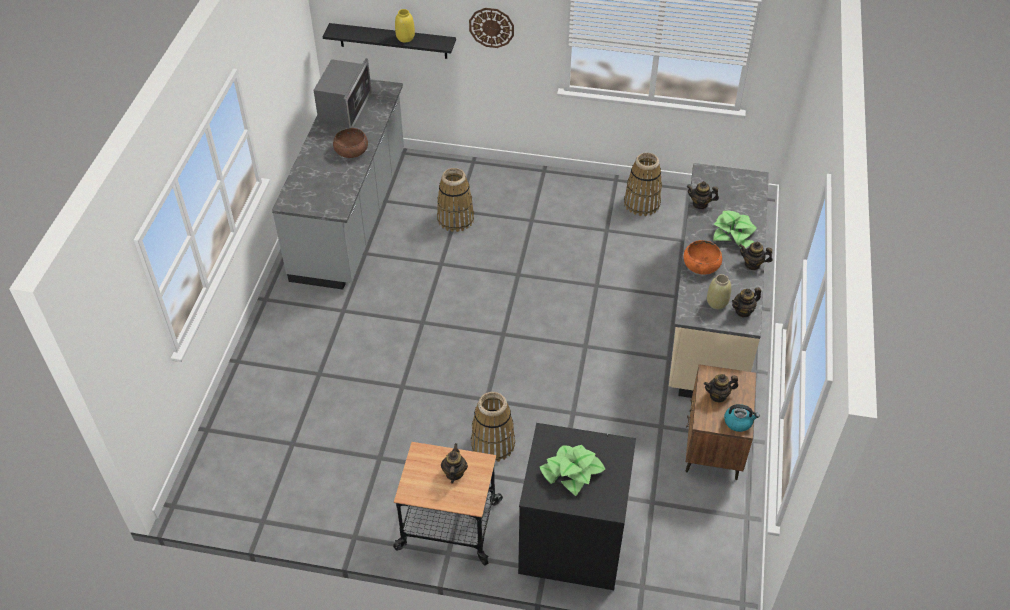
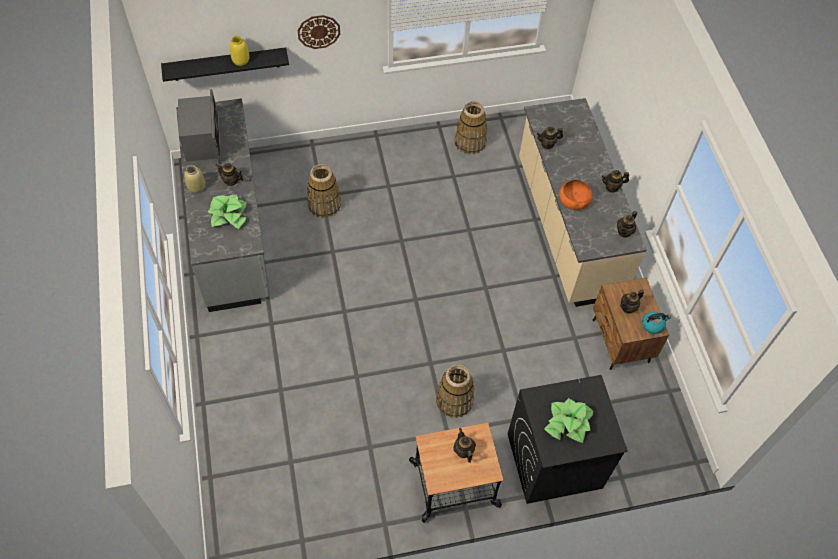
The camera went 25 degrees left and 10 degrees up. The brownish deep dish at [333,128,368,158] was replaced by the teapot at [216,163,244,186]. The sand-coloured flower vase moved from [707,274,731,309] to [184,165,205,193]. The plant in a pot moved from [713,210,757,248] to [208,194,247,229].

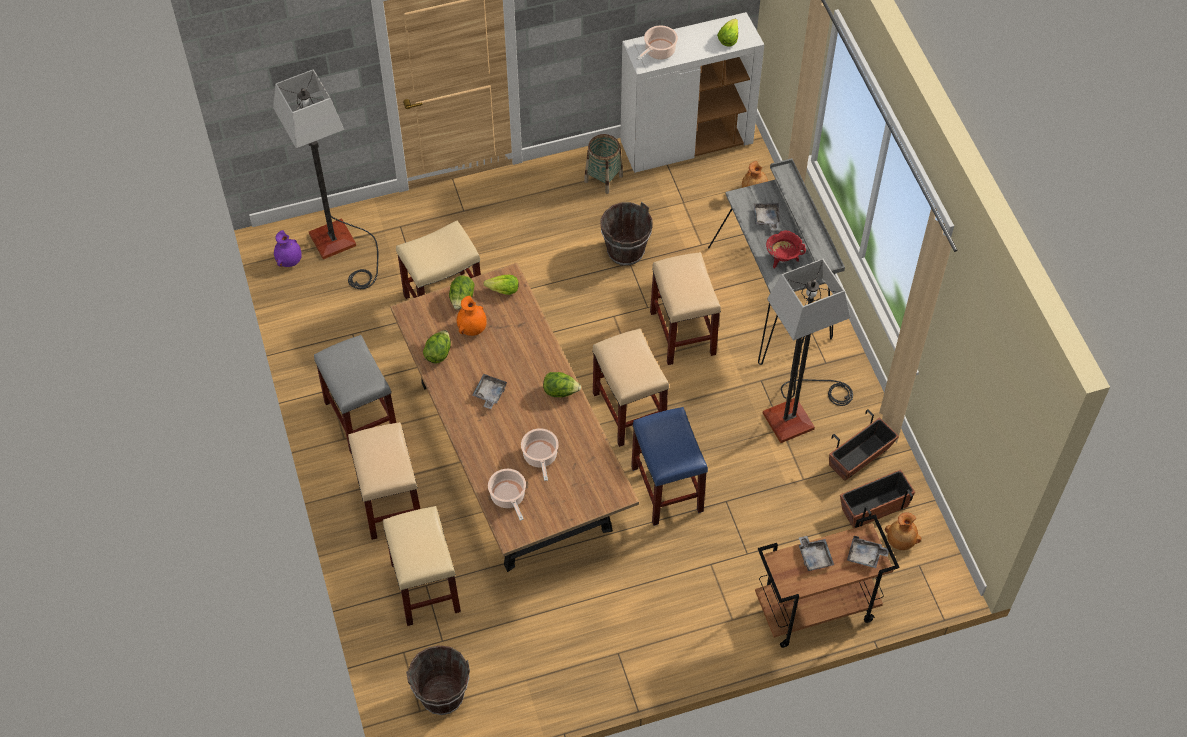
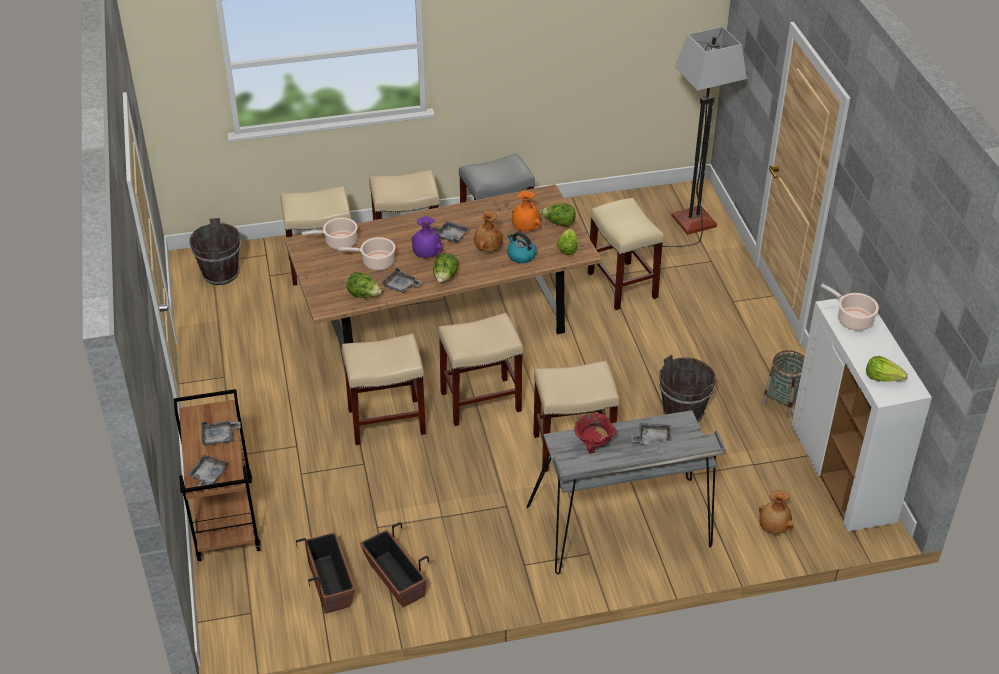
The camera went 95 degrees right and 15 degrees down. The purple-coloured flower vase moved from [274,230,302,267] to [411,216,443,258]. The lettuce moved from [423,330,451,364] to [347,272,382,298]. The blue stool seat at [631,407,708,526] became the sand-coloured stool seat at [342,334,426,446]. The floor lamp at [763,259,853,443] disappeared. The brownish flower vase moved from [885,512,921,550] to [474,210,503,252]. The greyish serving tray at [381,268,422,293] appeared. The kettle at [507,232,537,263] appeared.

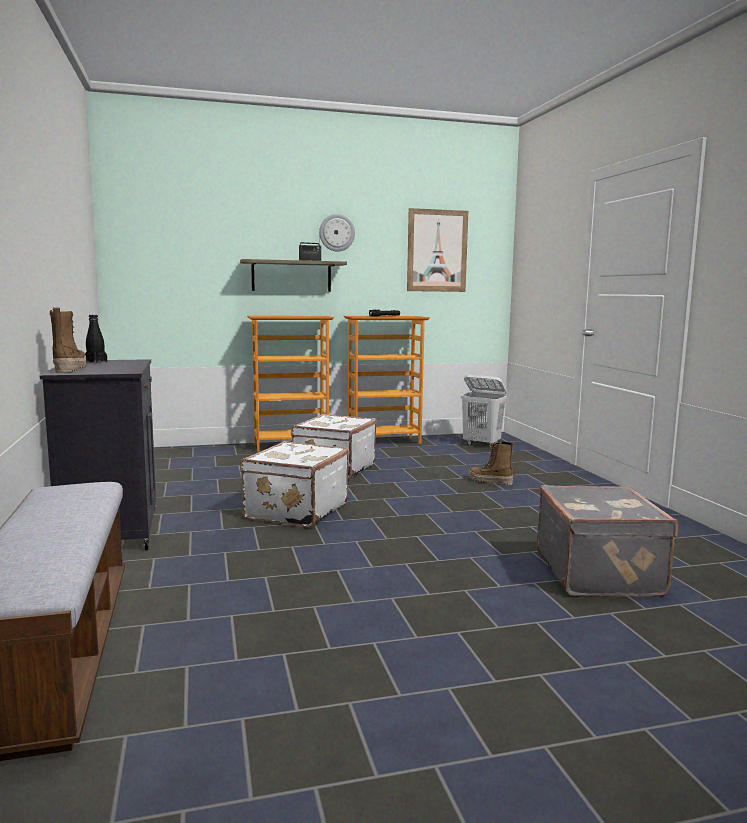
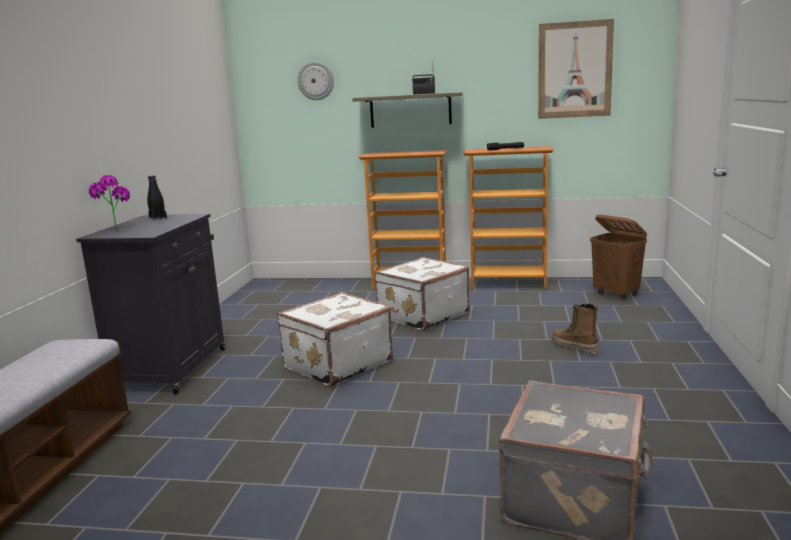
The camera went 25 degrees right and 5 degrees up. The tall boot at [50,307,87,373] was replaced by the plant in a pot at [88,175,130,231]. The wall clock moved from [319,214,355,252] to [298,61,334,100]. The whitish hamper at [461,375,507,447] became the brownish hamper at [590,215,647,300].

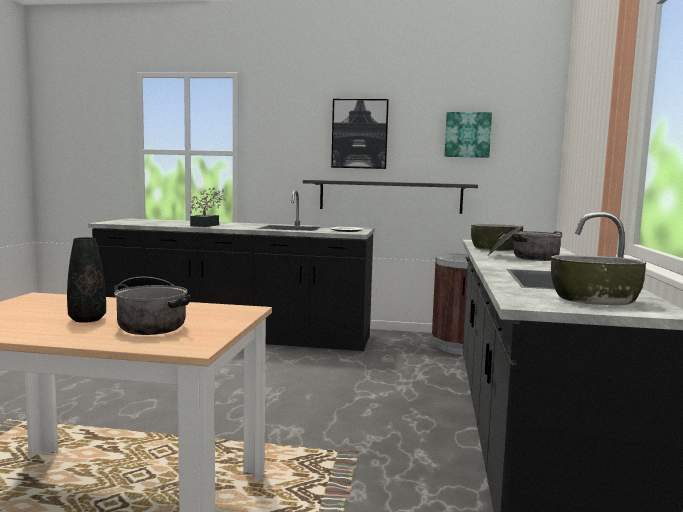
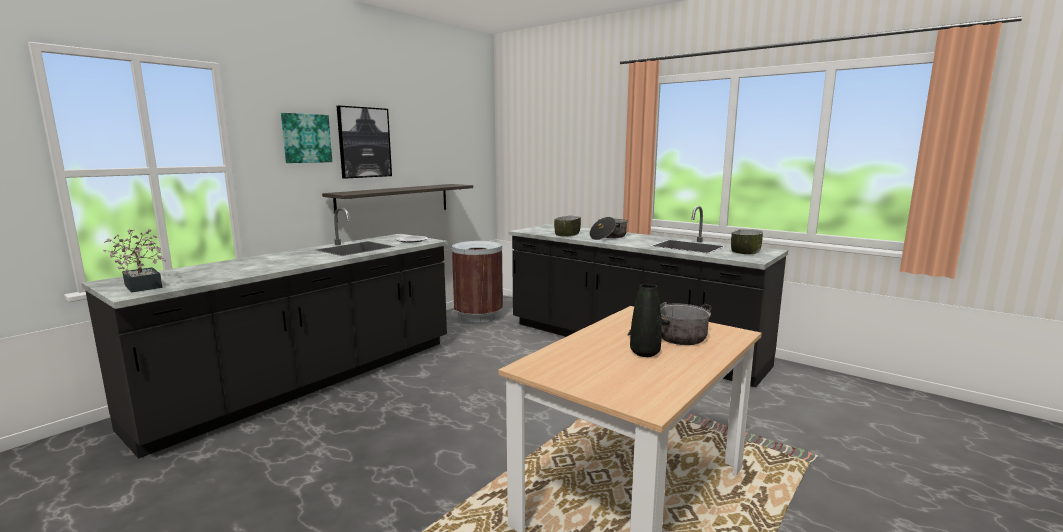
The camera went 60 degrees left and 5 degrees up. The plant in a pot moved from [189,188,225,227] to [103,229,166,293]. The picture moved from [444,112,492,158] to [281,113,332,163].

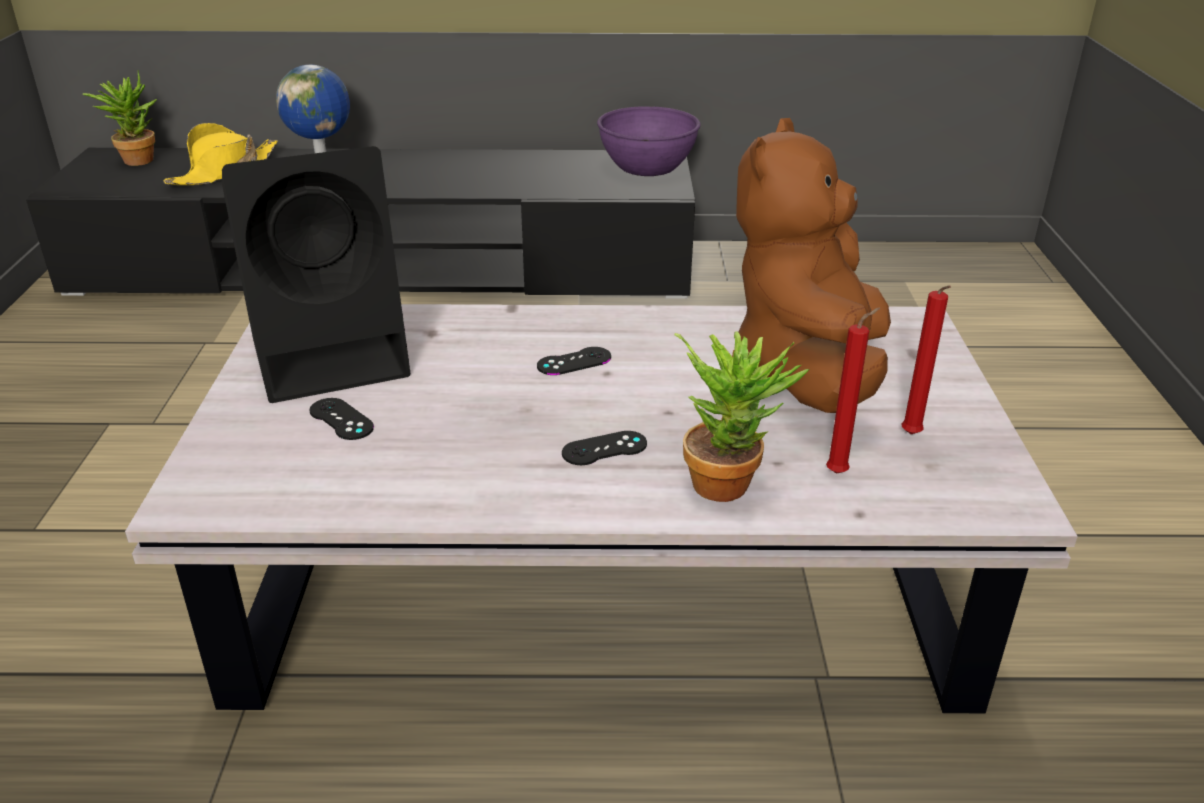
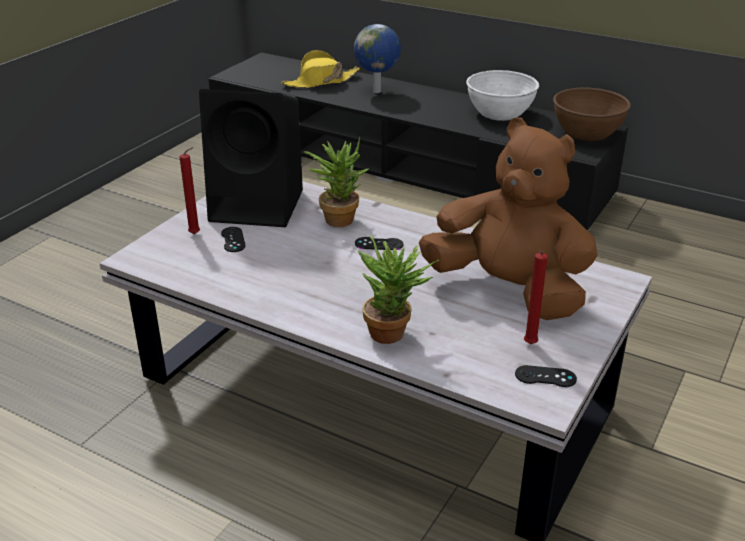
The camera went 30 degrees right and 0 degrees up. The plant in a pot moved from [83,70,157,166] to [304,137,369,227]. The black game controller moved from [562,431,647,465] to [515,365,577,387]. The purple-coloured deep dish at [597,106,701,176] became the brownish deep dish at [553,88,631,141]. The brownish cuddly toy at [732,118,891,413] turned 75 degrees clockwise. The red wax light moved from [826,308,880,474] to [180,147,200,234]. The whitish deep dish at [466,70,539,121] appeared.

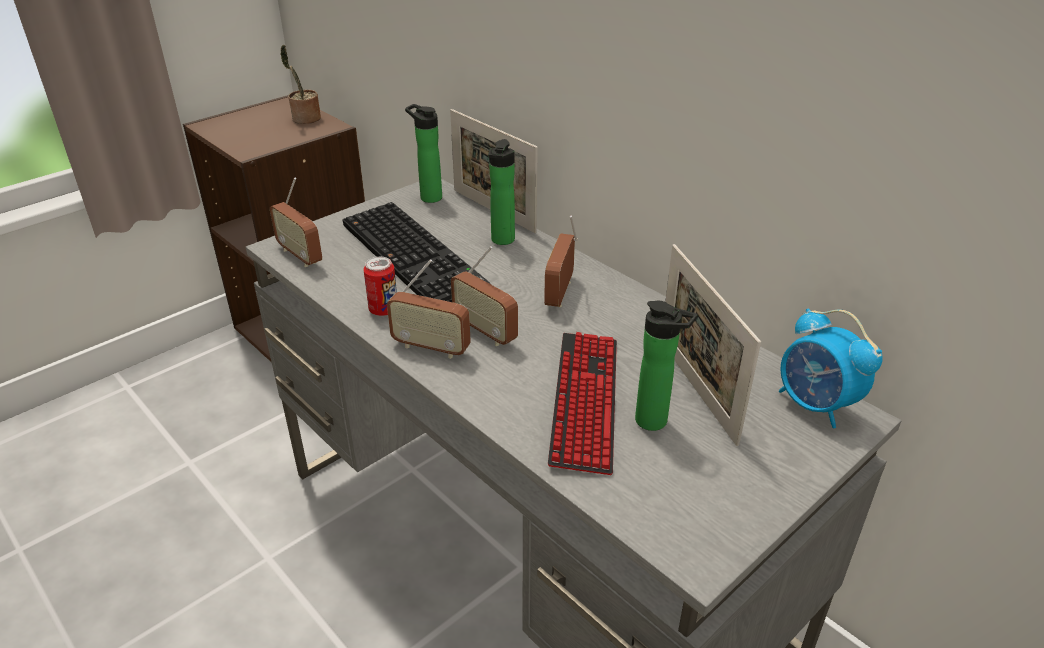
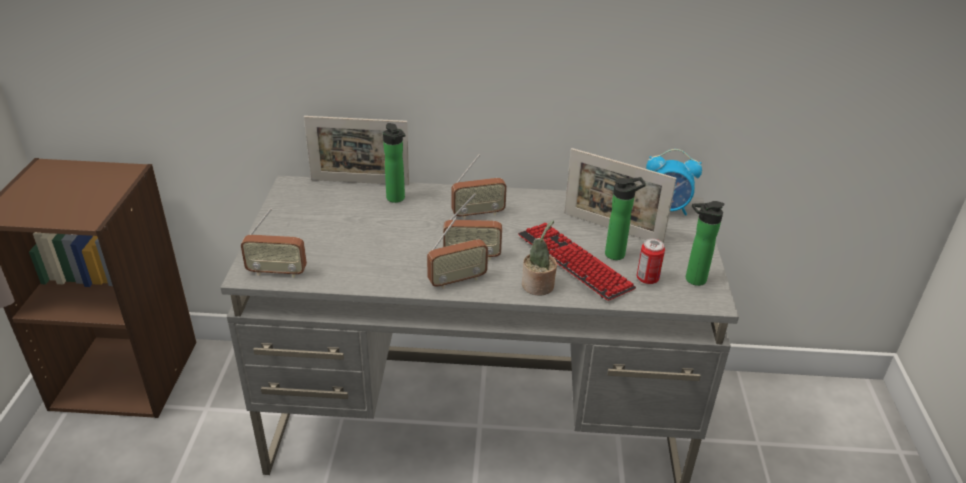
The camera went 45 degrees left and 0 degrees up. The plant in a pot moved from [280,45,321,124] to [522,220,557,296]. The PC keyboard at [342,202,490,302] disappeared. The metal can moved from [363,257,397,316] to [637,239,665,284]. The bottle moved from [405,104,442,203] to [686,201,725,286]. The radio set at [544,215,578,307] turned 75 degrees counterclockwise.

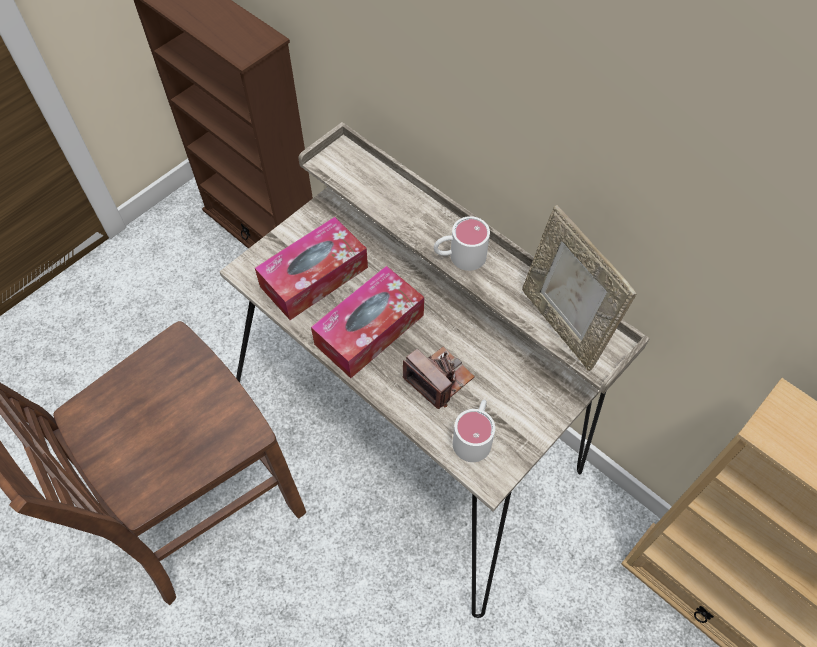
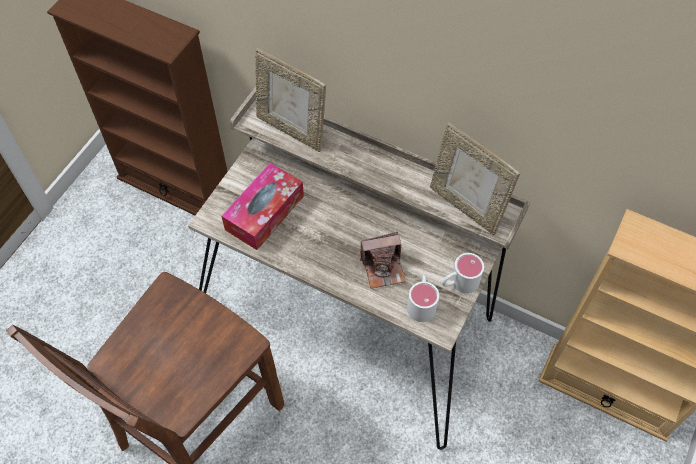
The camera went 15 degrees left and 0 degrees up. The tissue box at [311,266,424,378] disappeared. The photo camera at [402,347,475,409] turned 135 degrees clockwise. The whitish coffee mug moved from [434,216,490,271] to [442,253,484,293]. The standing frame at [256,48,326,152] appeared.

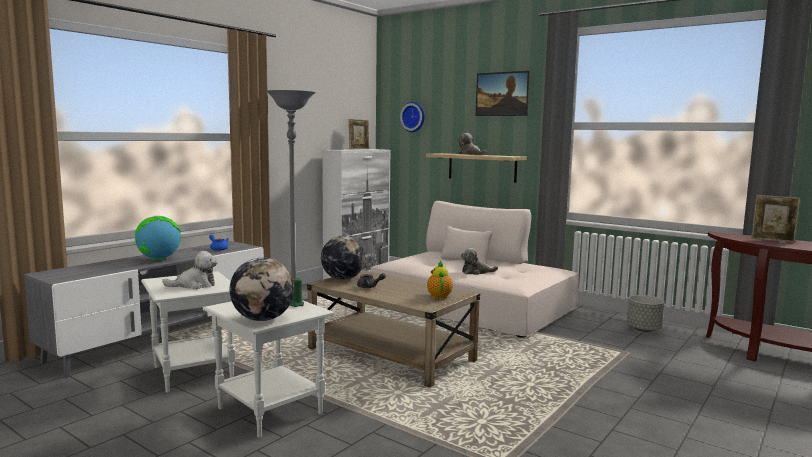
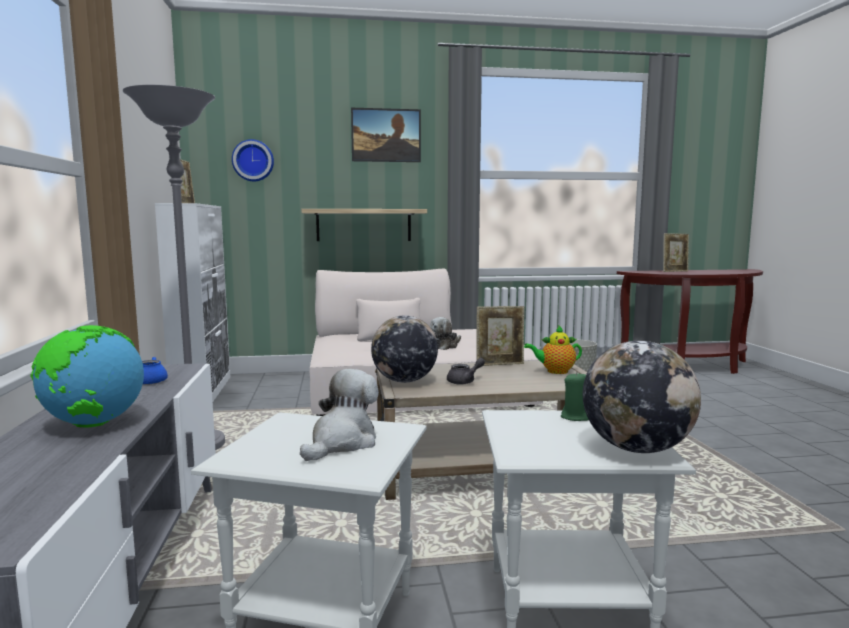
The camera went 45 degrees left and 0 degrees up. The teapot at [427,261,453,299] turned 45 degrees counterclockwise. The cuddly toy at [458,133,486,155] disappeared. The standing frame at [476,306,524,366] appeared.

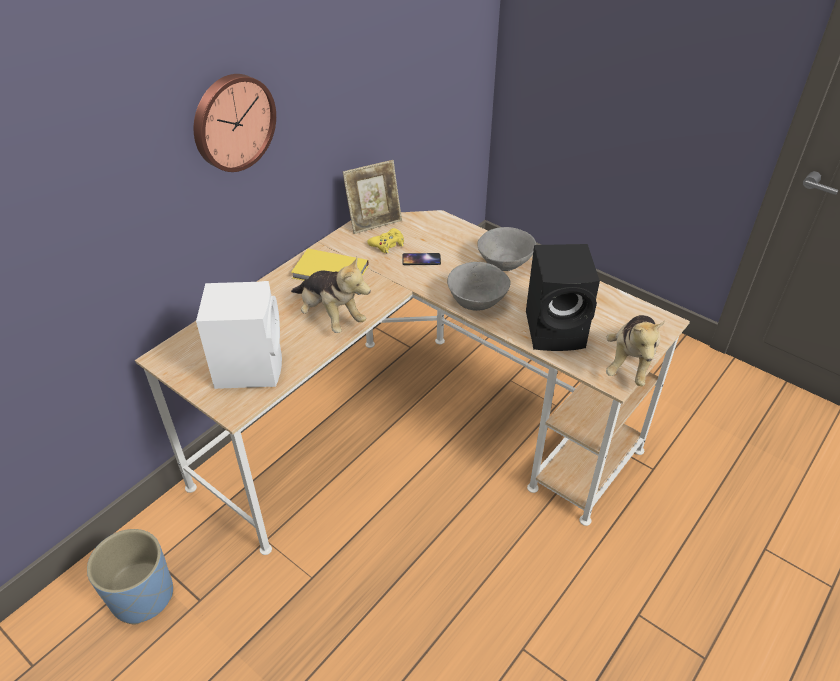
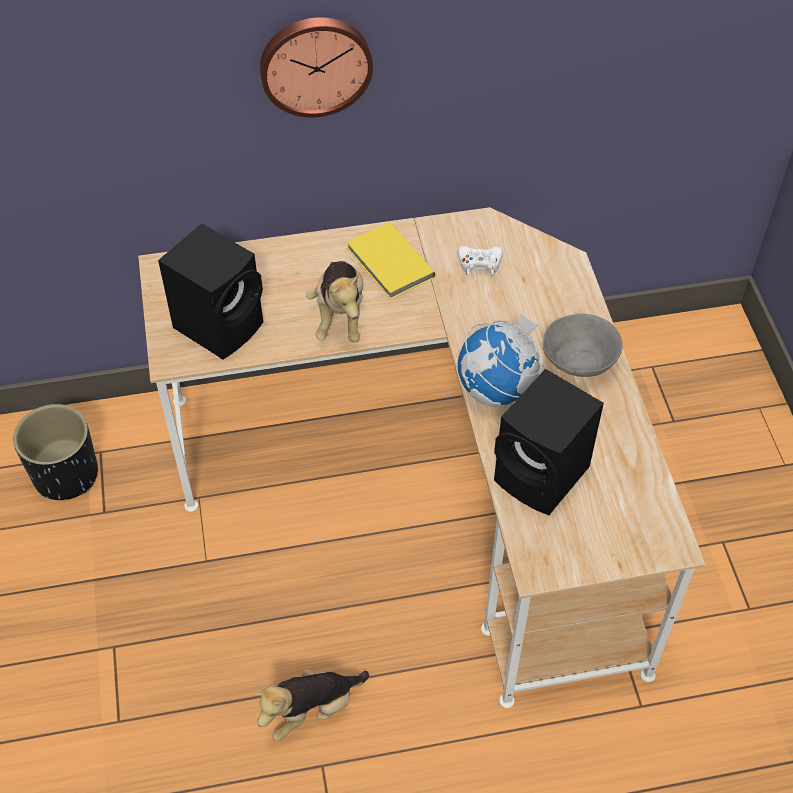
The camera went 40 degrees right and 10 degrees up. The blue flower pot at [87,529,173,625] became the black flower pot at [13,404,98,500]. The whitish audio speaker at [196,281,282,389] became the black audio speaker at [158,223,263,360]. The standing frame at [343,160,402,234] disappeared. The yellowish game controller at [367,228,404,253] became the whitish game controller at [458,246,503,275]. The telephone at [403,253,441,265] disappeared. The greyish deep dish at [447,262,511,311] was replaced by the globe at [458,314,543,407]. The cuddly toy moved from [606,315,665,386] to [254,669,369,741].

